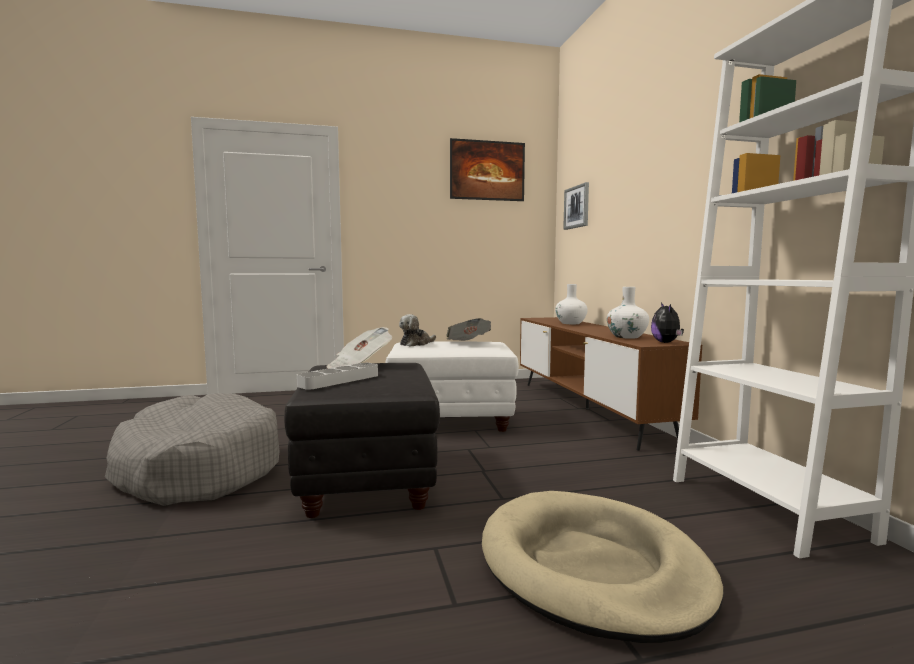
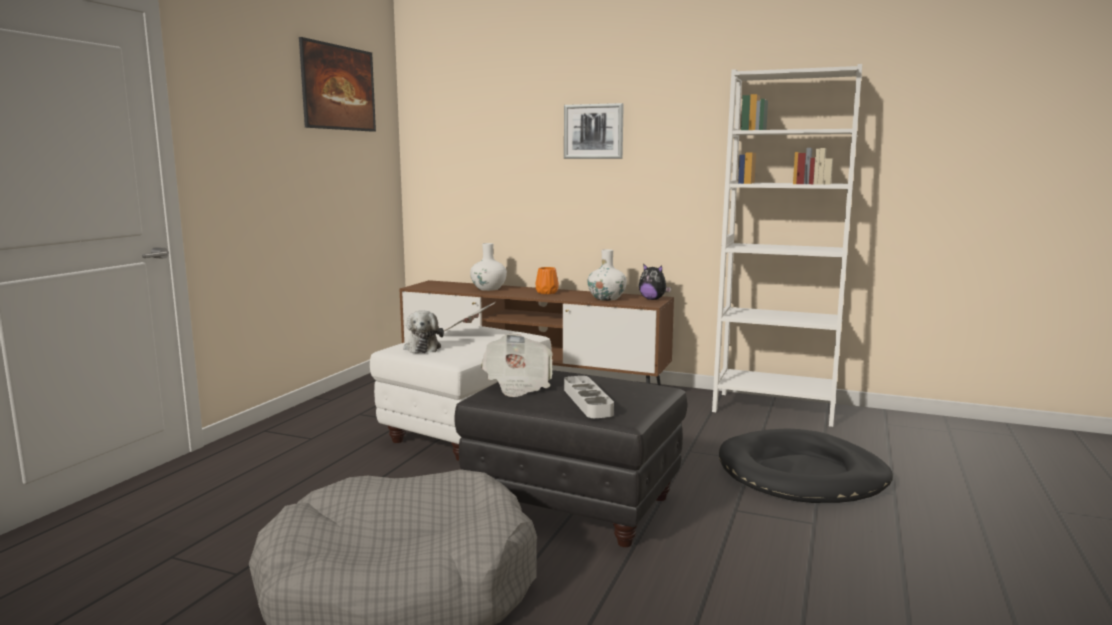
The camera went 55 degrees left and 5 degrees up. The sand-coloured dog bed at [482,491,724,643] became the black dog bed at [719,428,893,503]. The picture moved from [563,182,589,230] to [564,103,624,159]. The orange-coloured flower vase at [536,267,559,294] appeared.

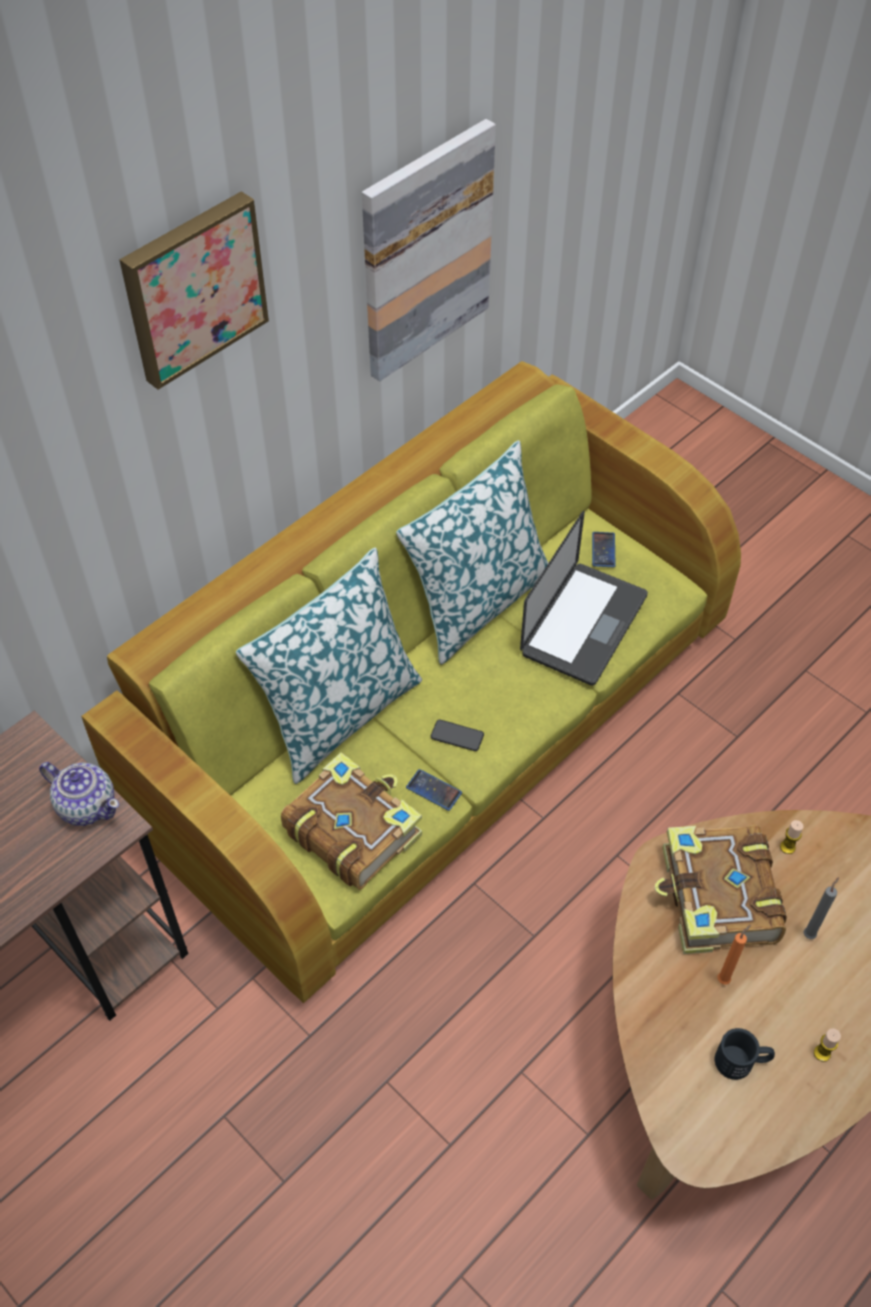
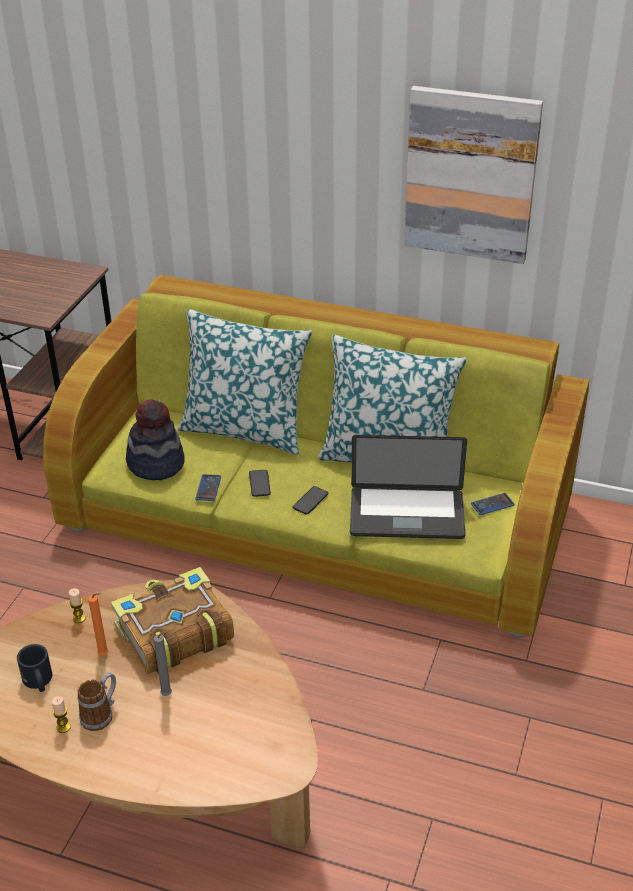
The camera went 65 degrees right and 15 degrees down. The teapot at [39,762,119,826] disappeared. The picture at [119,191,269,390] disappeared. The volume at [281,752,422,890] was replaced by the hat at [126,399,185,480]. The wax light moved from [780,820,804,854] to [69,588,86,623]. The coffee mug at [77,672,116,731] appeared. The telephone at [293,486,328,515] appeared.

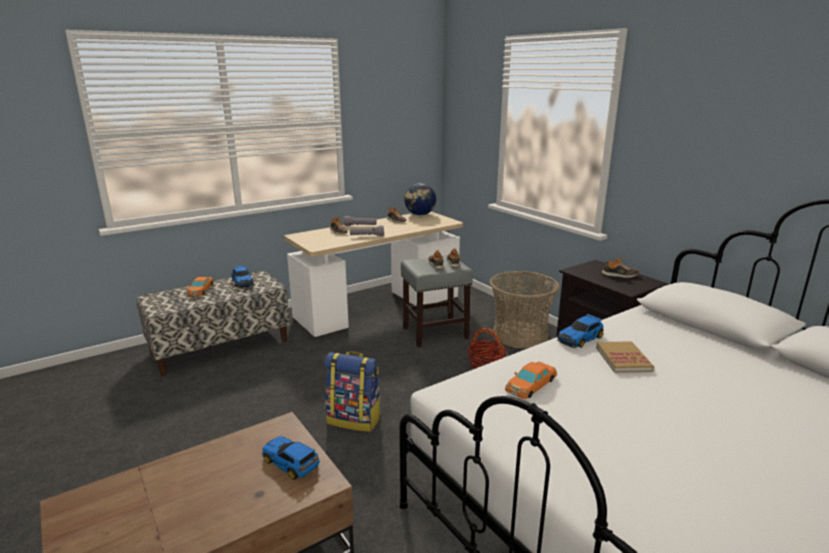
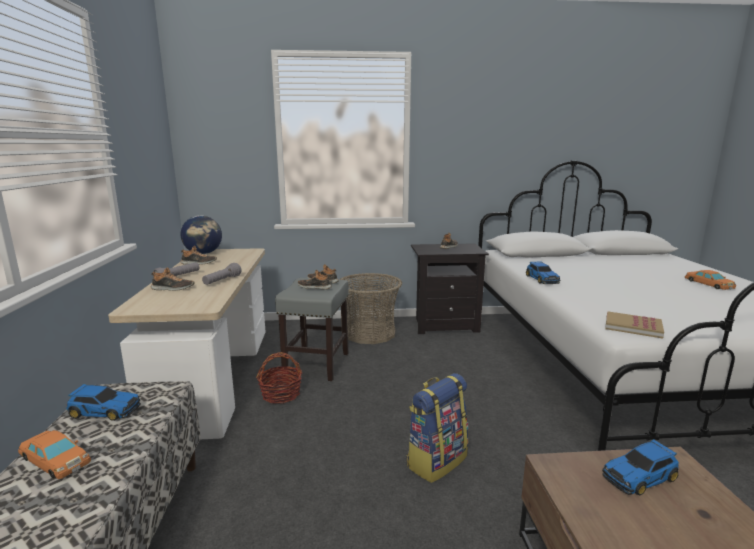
The camera went 60 degrees left and 5 degrees down. The household basket moved from [468,328,507,369] to [256,352,302,404]. The orange-coloured miniature car moved from [505,362,557,399] to [685,270,736,290]. The volume moved from [596,341,654,373] to [605,311,664,338].

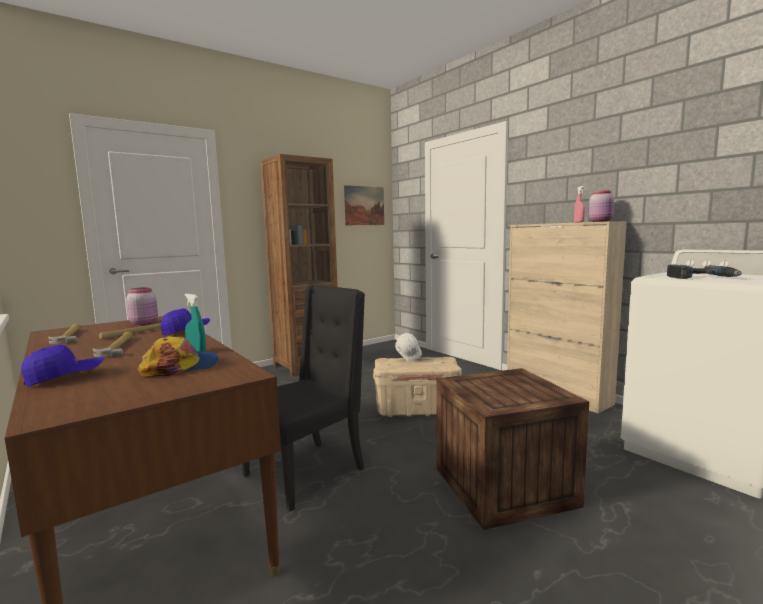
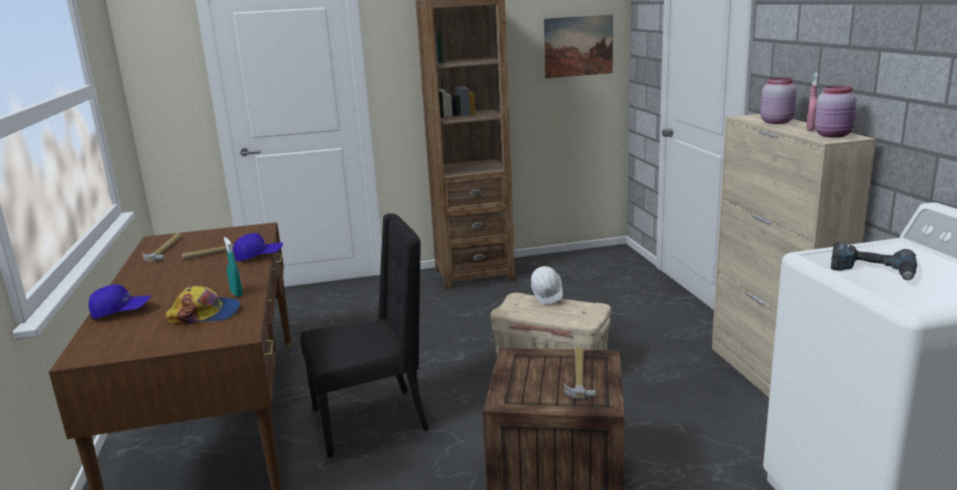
The camera went 25 degrees right and 10 degrees up. The hammer moved from [93,332,133,357] to [564,347,596,399]. The pinkish storage jar moved from [126,287,158,325] to [760,77,797,124].

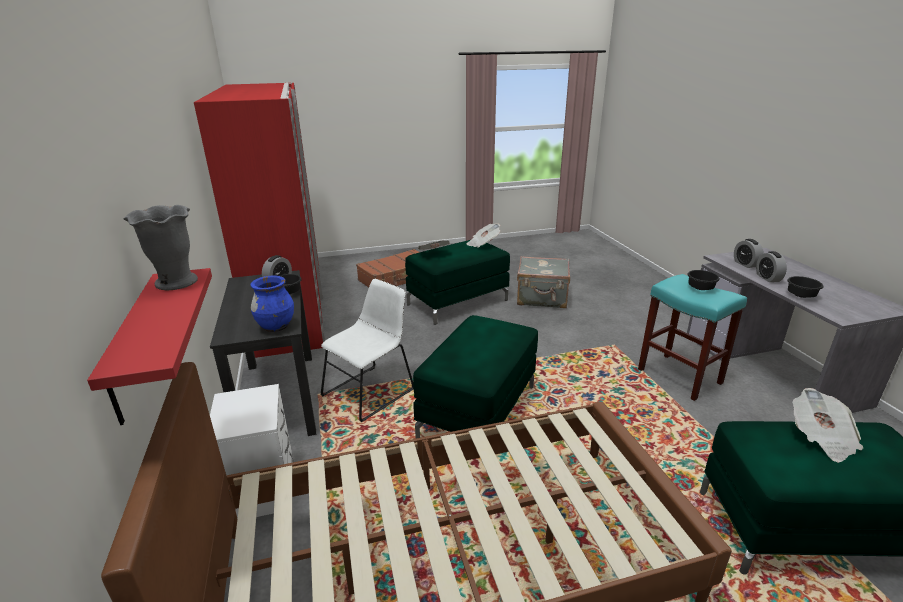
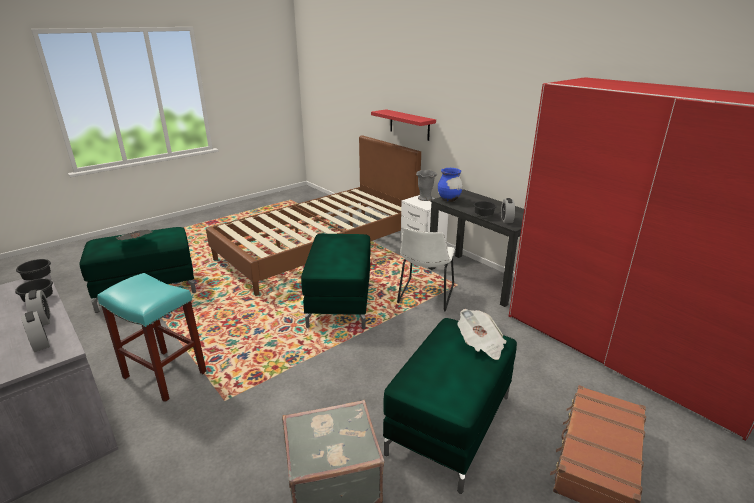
The camera went 155 degrees right and 0 degrees up. The greyish flower vase moved from [124,205,198,290] to [416,170,437,201]. The daily paper at [466,223,501,248] disappeared. The black deep dish moved from [687,270,720,290] to [16,259,51,280].

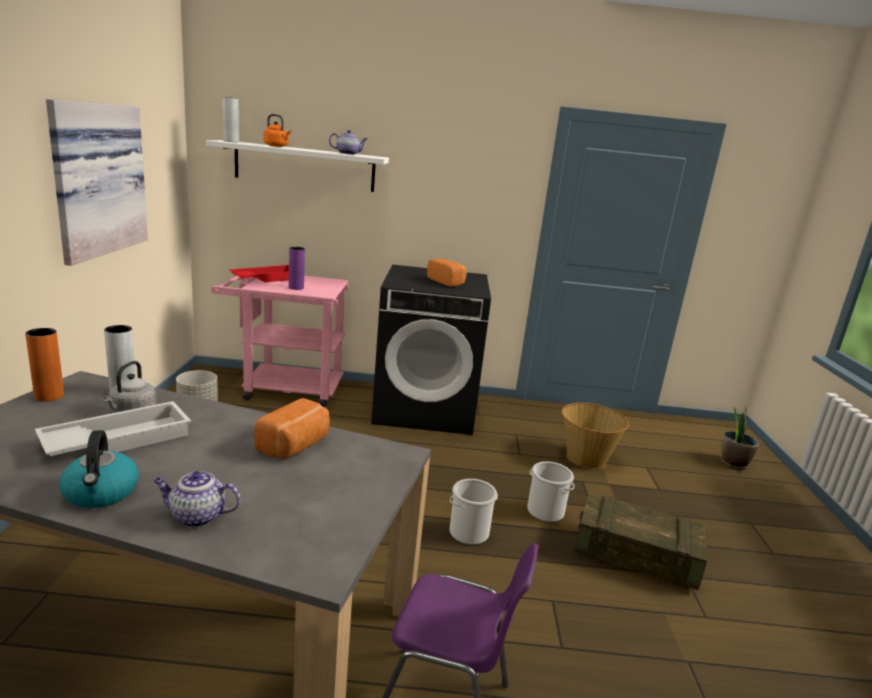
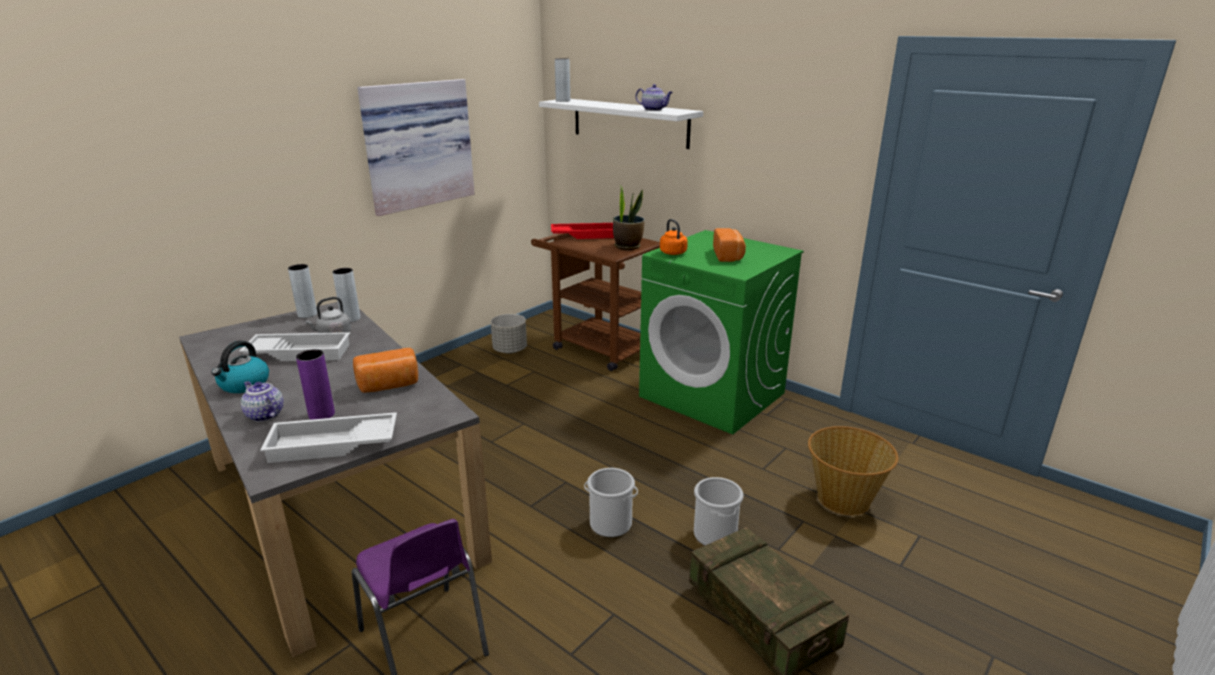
The camera went 40 degrees right and 5 degrees up. The orange-coloured flower vase at [25,328,64,402] became the greyish flower vase at [288,264,317,318]. The pinkish wheeled cart at [211,274,349,407] became the brownish wheeled cart at [531,233,660,371]. The orange-coloured kettle moved from [263,114,291,147] to [660,219,688,255]. The purple-coloured flower vase moved from [289,247,305,290] to [296,349,335,420]. The black laundry appliance at [371,265,491,435] became the greenish laundry appliance at [639,230,803,435]. The plant in a pot moved from [720,408,759,470] to [613,185,645,250]. The whitish serving tray at [260,412,397,463] appeared.

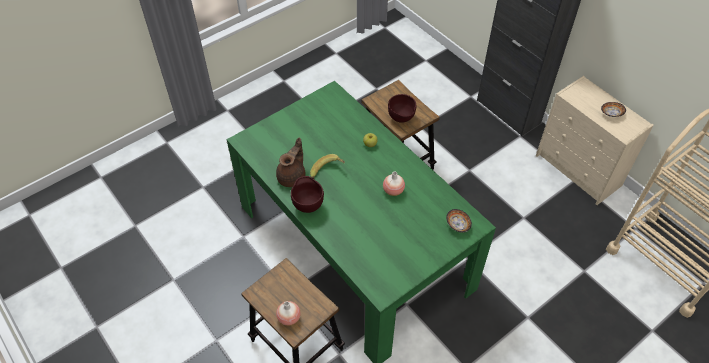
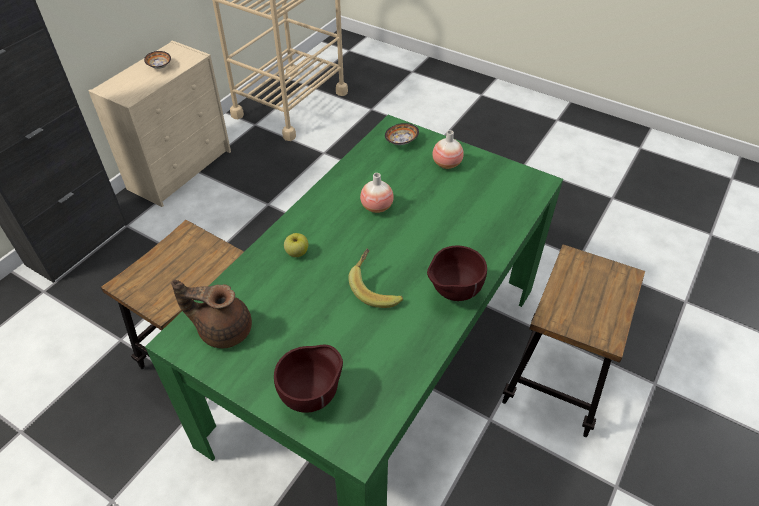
The camera went 110 degrees left and 5 degrees down. The brownish teapot moved from [276,138,306,187] to [171,280,252,348]. The flower vase moved from [276,301,301,326] to [432,130,464,169]. The brownish deep dish moved from [388,94,416,123] to [274,345,343,413].

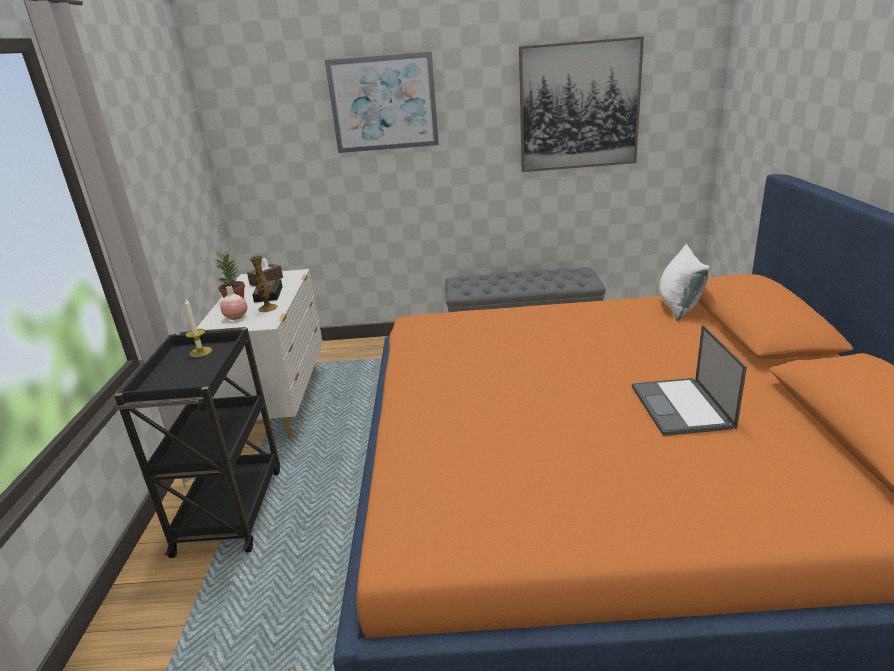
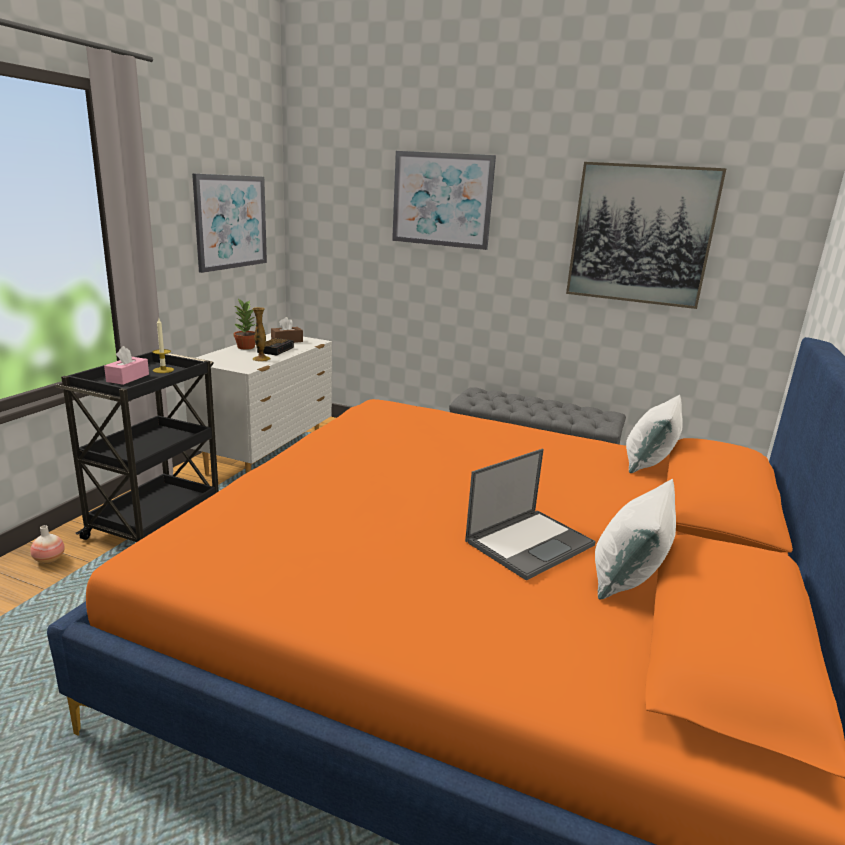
The camera went 20 degrees right and 5 degrees down. The flower vase moved from [220,286,247,320] to [30,525,65,564]. The portable computer at [632,325,747,436] turned 150 degrees counterclockwise. The pinkish tissue box at [104,346,149,385] appeared. The picture at [192,173,267,273] appeared. The whitish cushion at [595,479,676,600] appeared.

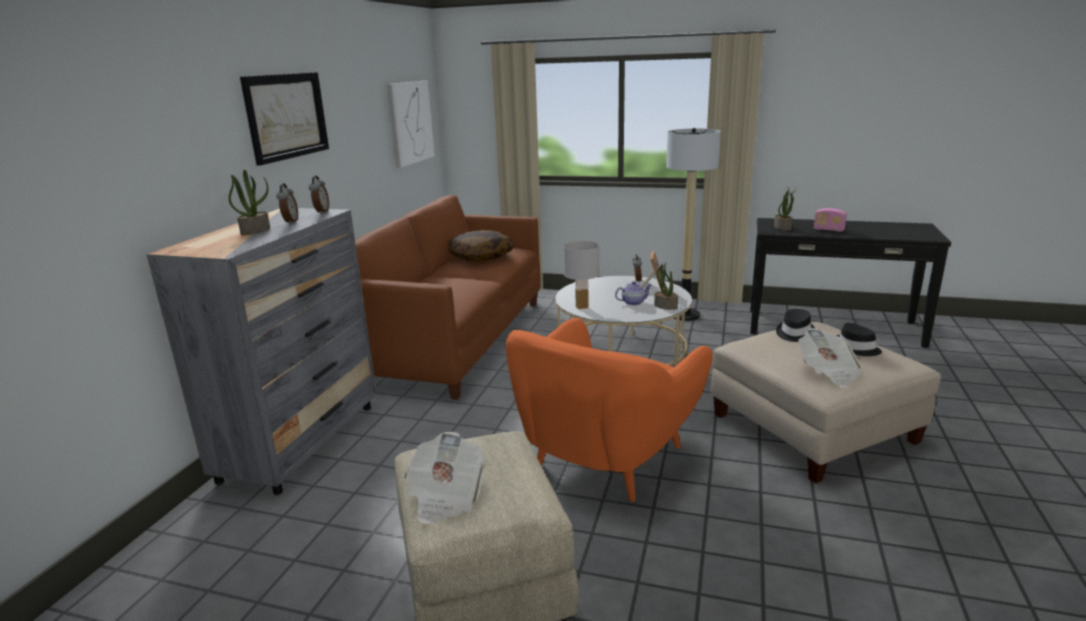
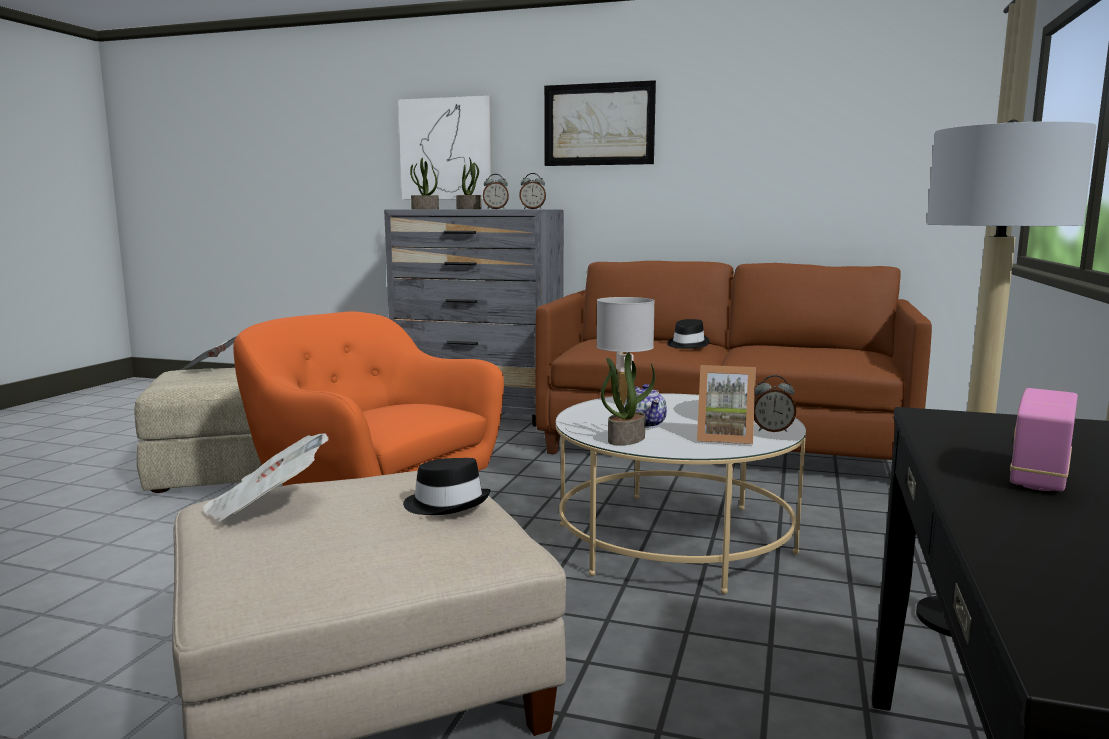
The camera went 90 degrees right and 10 degrees down. The picture moved from [387,81,435,168] to [398,95,493,200]. The cushion at [447,230,515,262] disappeared. The plant in a pot moved from [774,188,795,230] to [410,158,439,209]. The black hat moved from [837,323,882,356] to [667,319,710,349].

